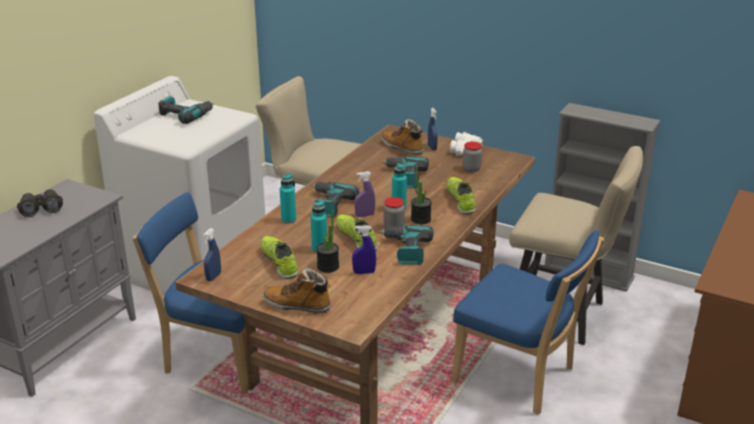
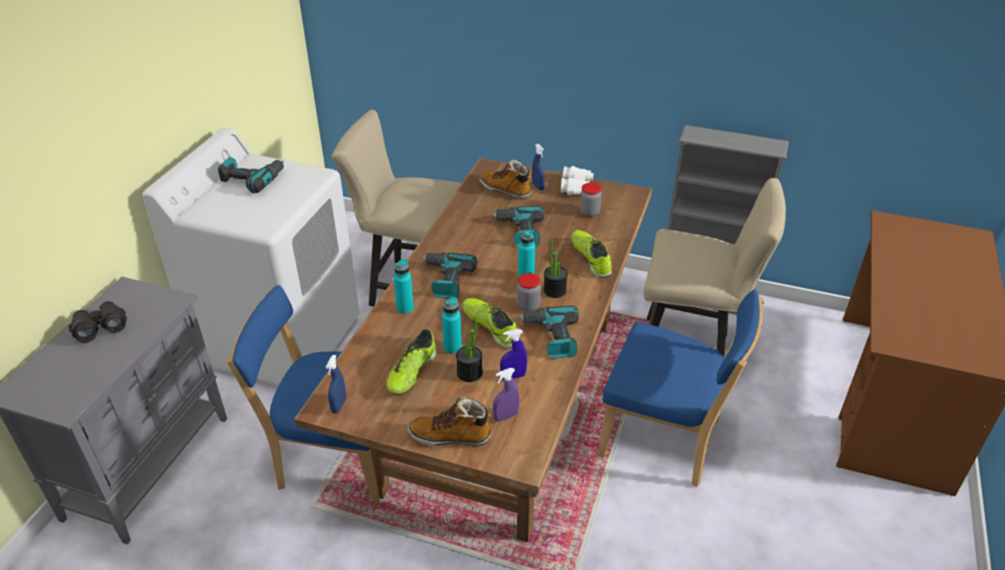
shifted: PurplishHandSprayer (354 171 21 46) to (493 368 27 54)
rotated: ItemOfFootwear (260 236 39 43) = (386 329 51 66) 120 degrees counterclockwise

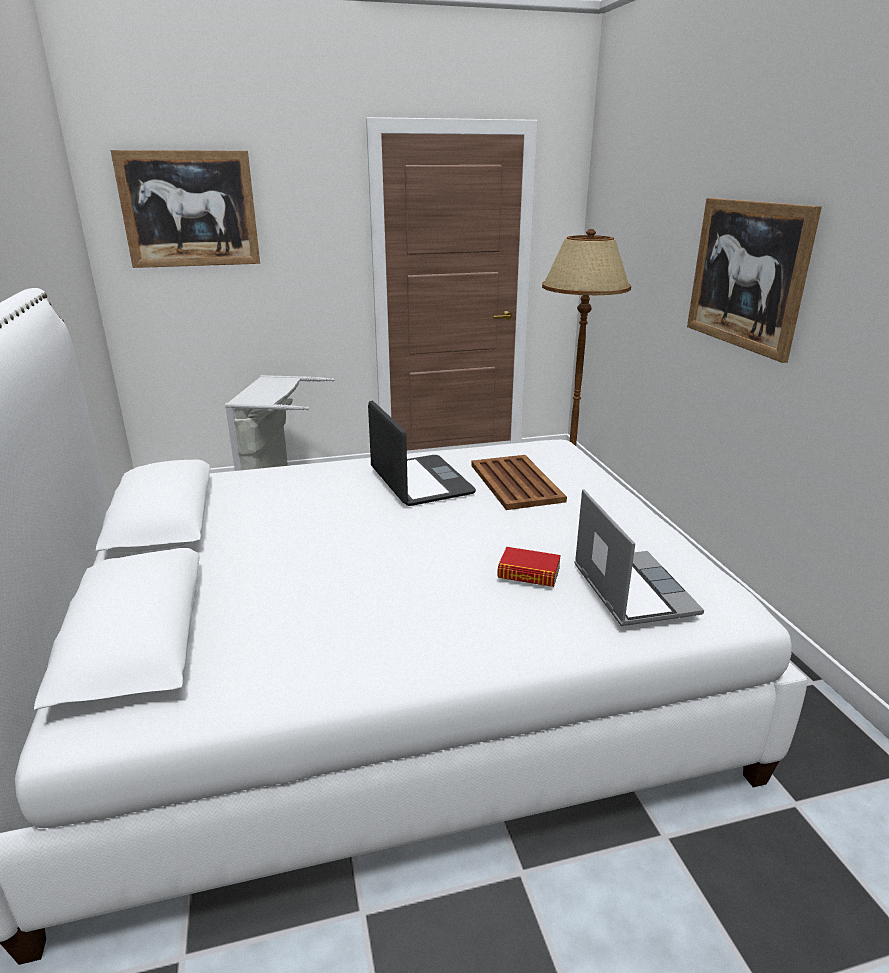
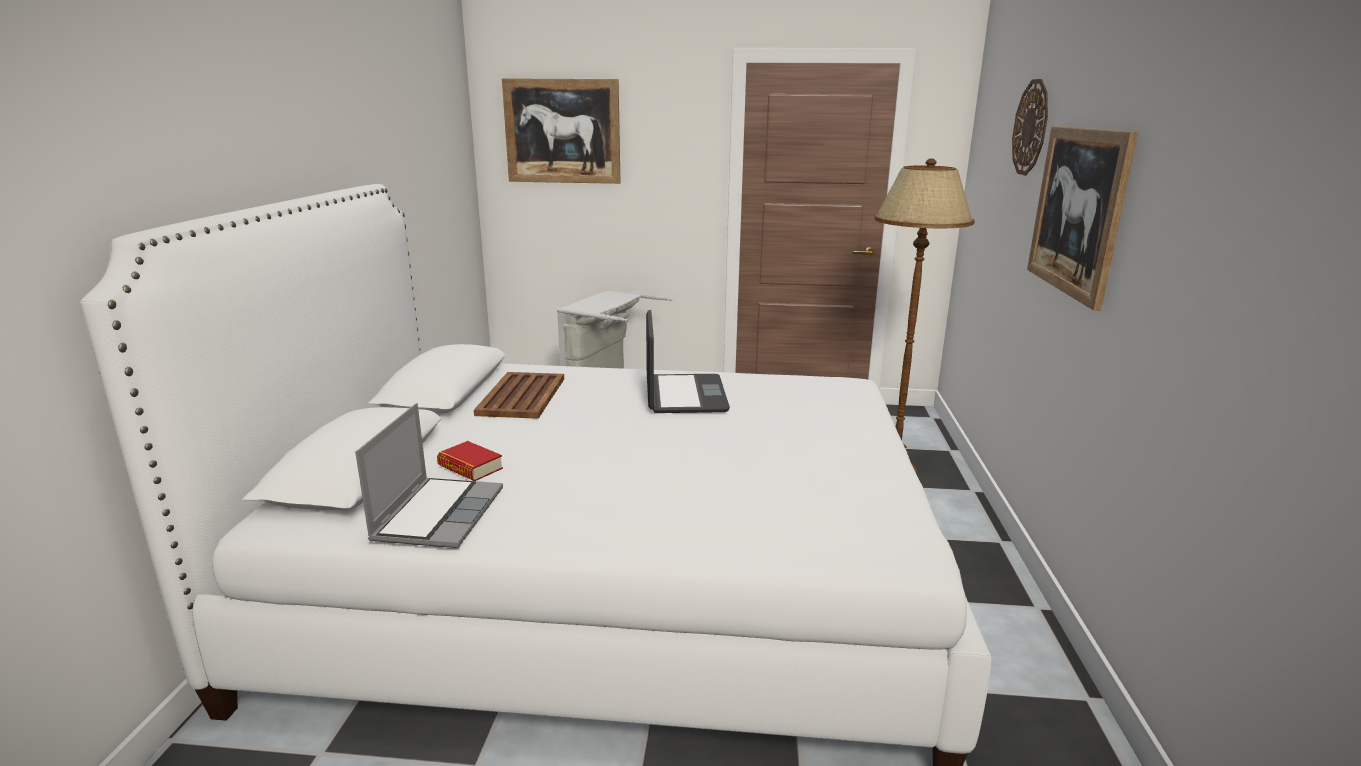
new: ClockOnTheWall (1012 79 36 97)
shifted: PortableComputer (574 489 130 137) to (355 403 148 145); Volume (497 547 64 40) to (437 441 66 40); BrownColouredCarryingTray (471 455 96 55) to (474 372 90 47)

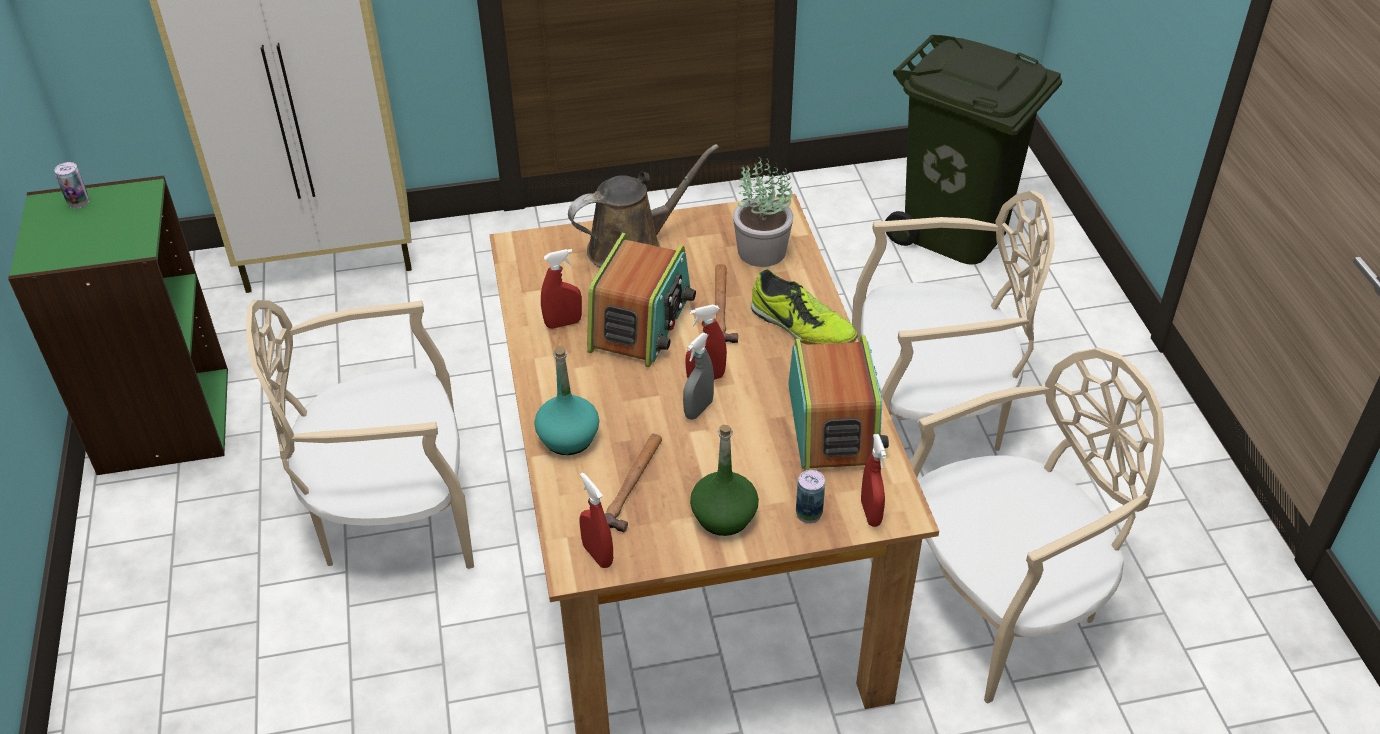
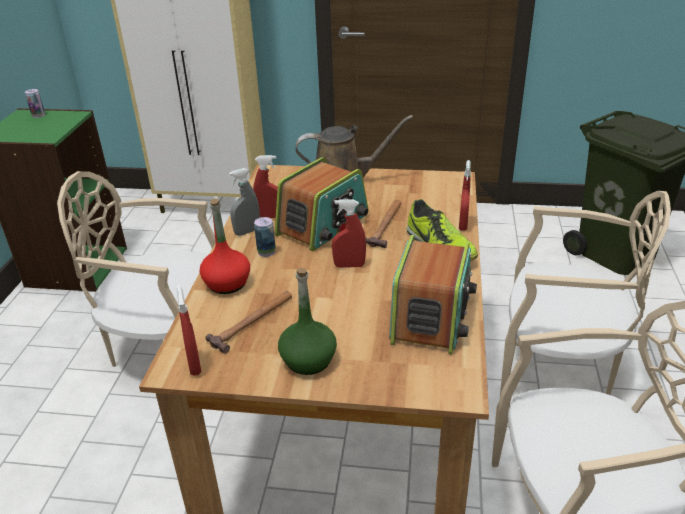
gone: PottedPlant (733 157 60 110)
shifted: GreyishHandSprayer (683 333 31 87) to (228 168 32 68); MetalCan (796 470 29 54) to (254 217 22 40); ReddishHandSprayer (861 434 25 93) to (459 160 12 71)
repainted: TurquoiseBeverageBottle (534 346 65 109) to ReddishBeverageBottle (200 199 50 95)

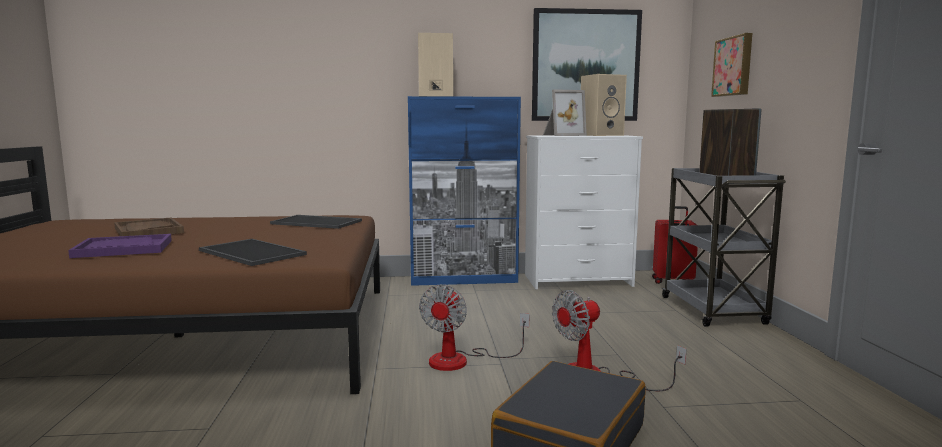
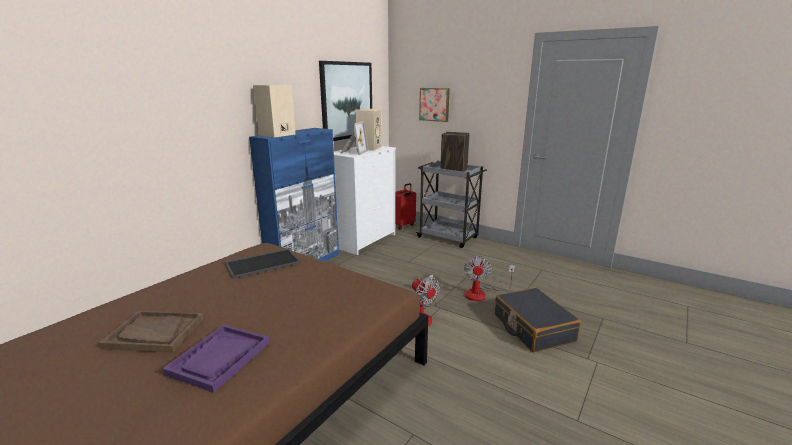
gone: CarryingTray (199 239 108 27)

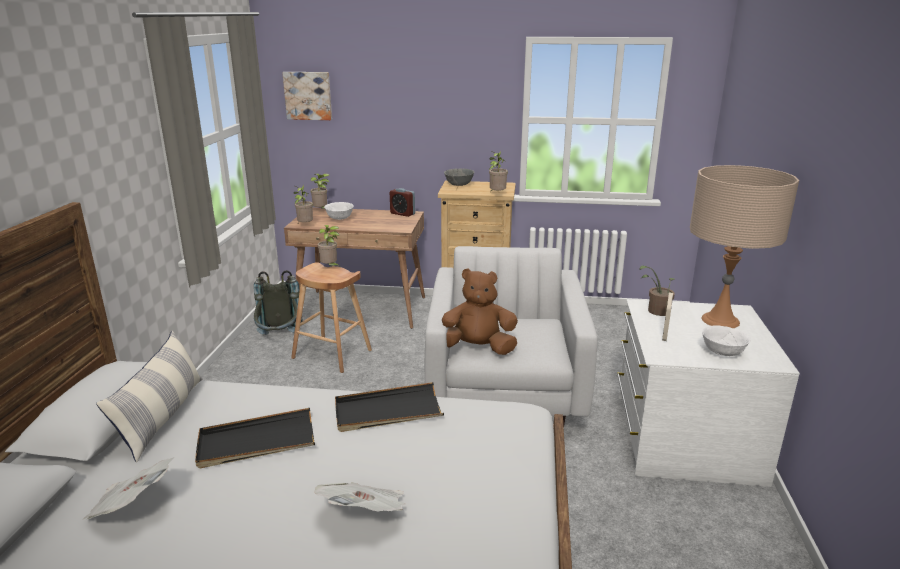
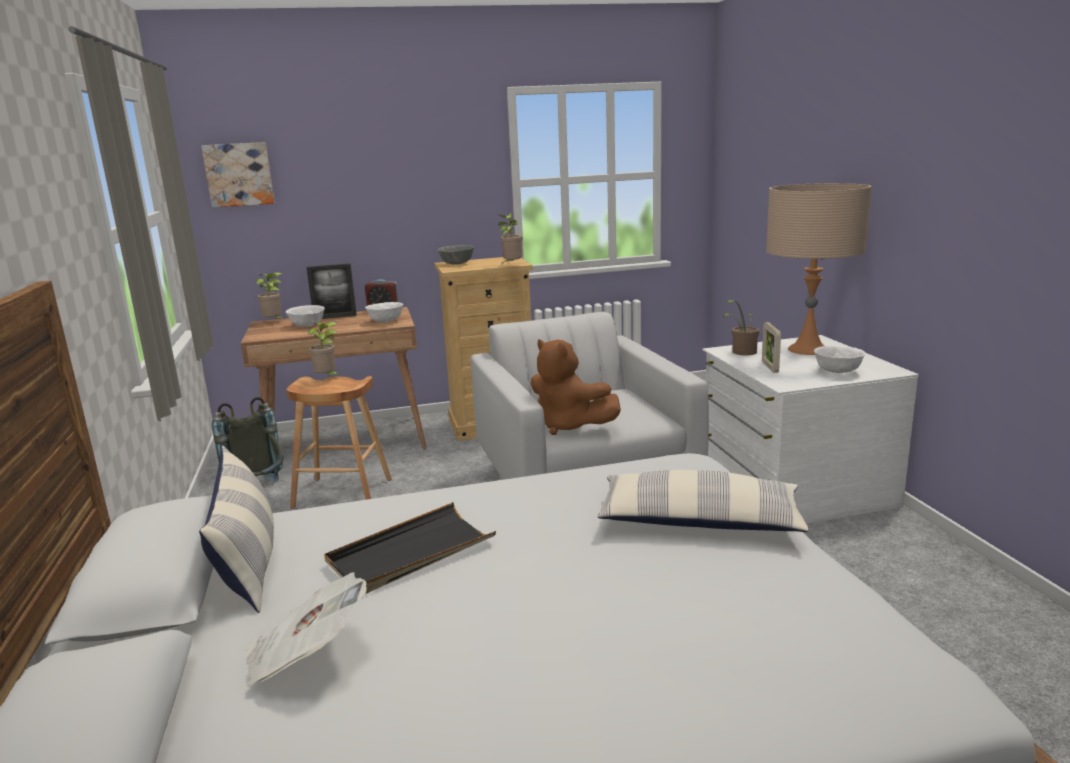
gone: PottedPlant (294 184 19 39); DailyPaper (314 482 91 29); BlackishCarryingTray (335 382 109 50)
new: PhotoFrame (306 263 51 56); WhiteBowl (365 302 38 20); Cushion (598 470 211 62)
rotated: BrownColouredPlushToy (442 268 76 87) = (531 339 90 96) 120 degrees counterclockwise

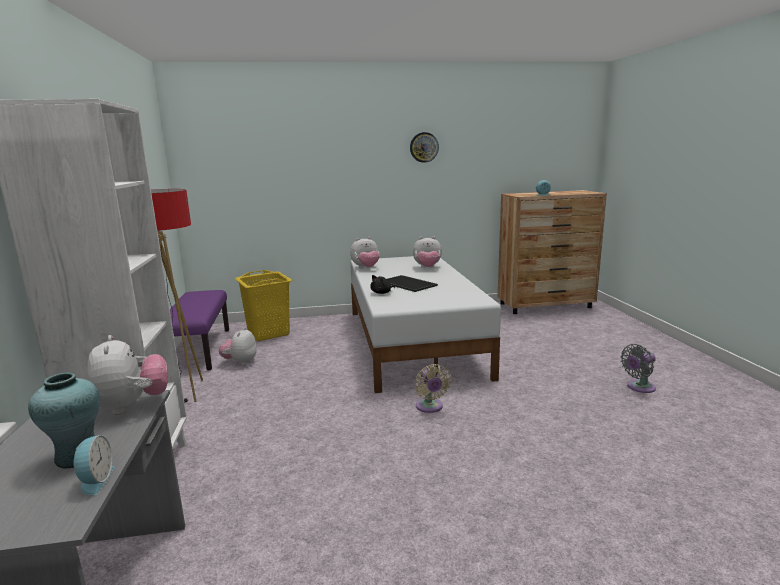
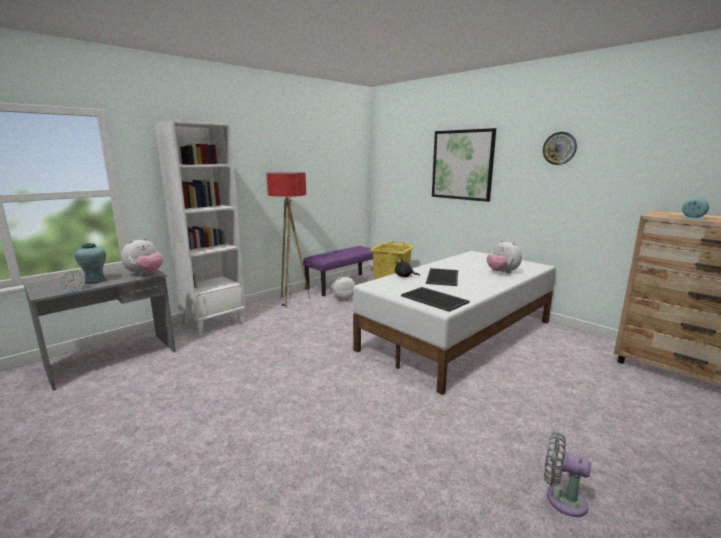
gone: PlushToy (350 237 30 31); SandColouredElectricFan (414 364 37 49)
new: CarryingTray (401 287 69 25); WallArt (432 128 64 74)

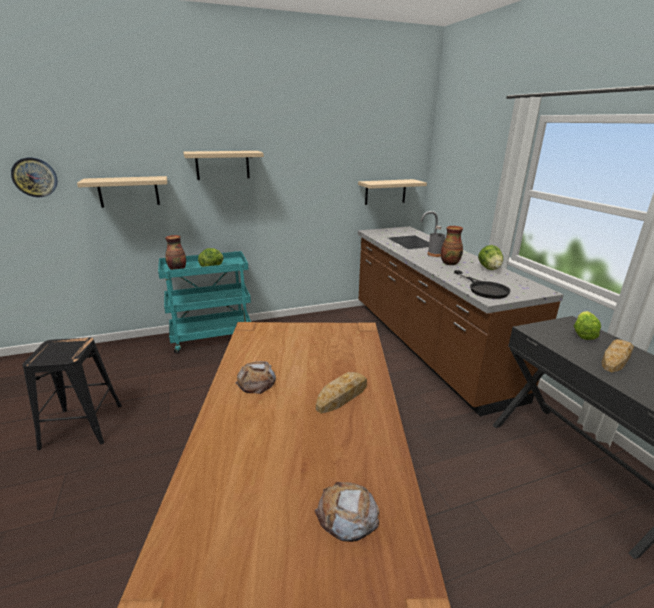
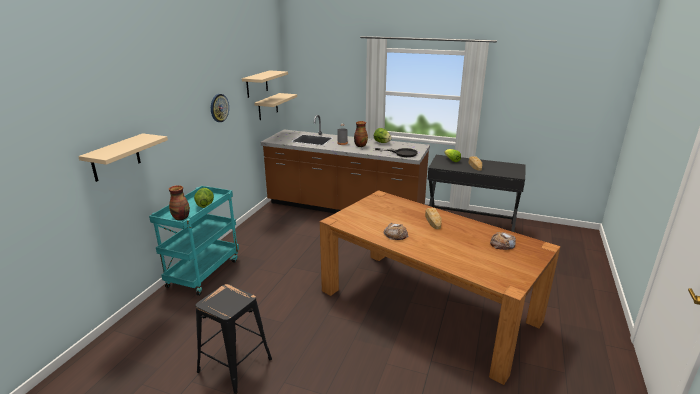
shifted: ClockOnTheWall (11 157 47 40) to (211 94 18 28); SandColouredWallShelf (183 151 81 29) to (242 70 46 28)

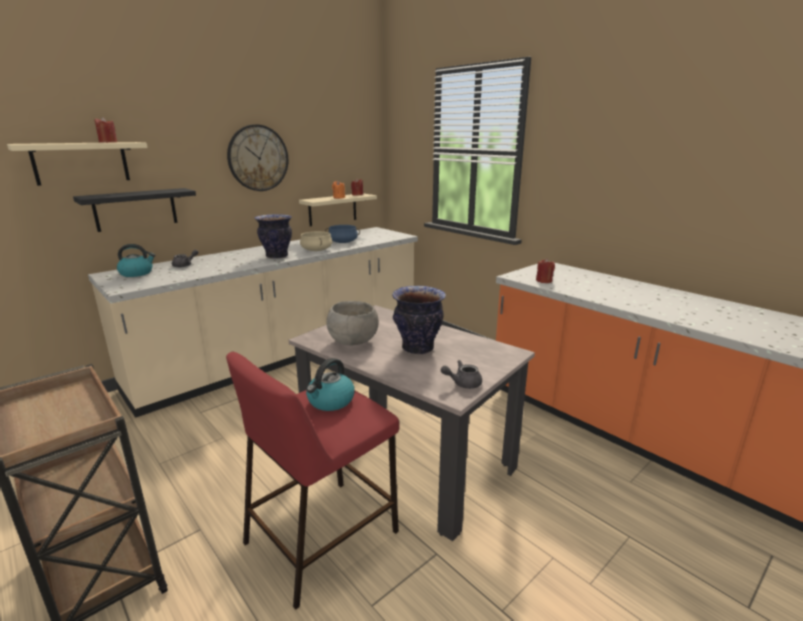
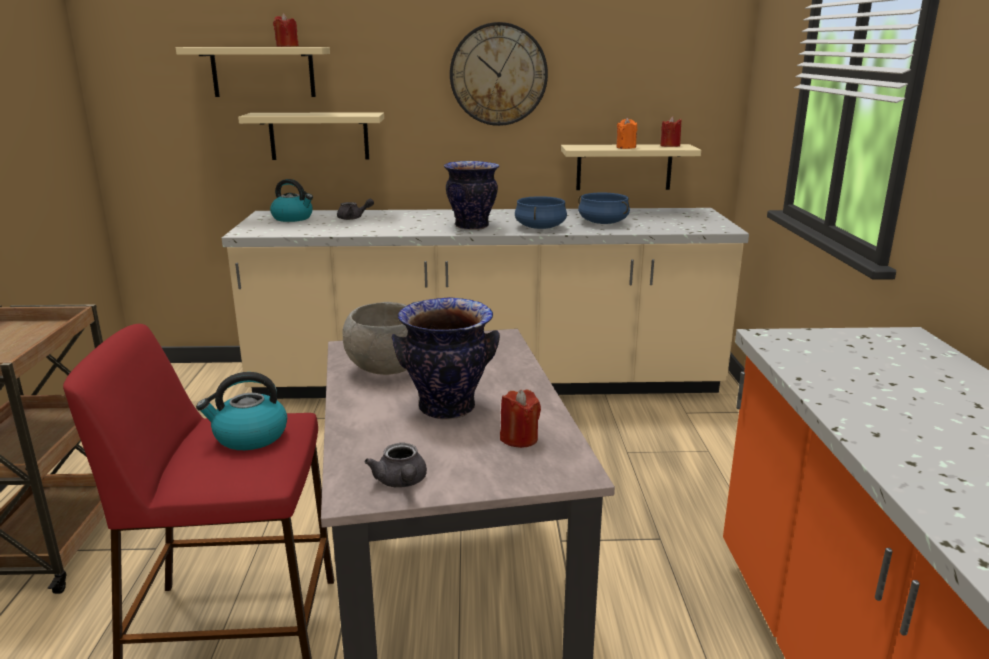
shifted: ReddishWaxCandle (536 258 19 25) to (500 390 41 58)
repainted: BlackishWallShelf (73 188 123 44) to SandColouredWallShelf (238 112 146 48); SandColouredStockpot (300 231 32 20) to BluishStockpot (515 196 52 33)
rotated: GreyishTeapot (441 360 41 29) = (365 443 62 44) 135 degrees counterclockwise

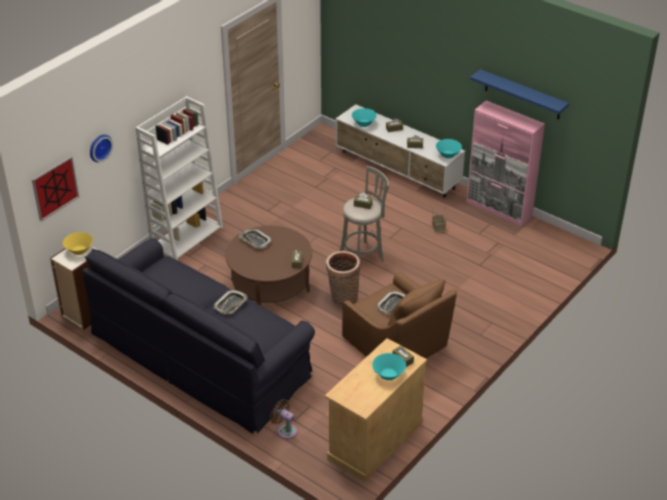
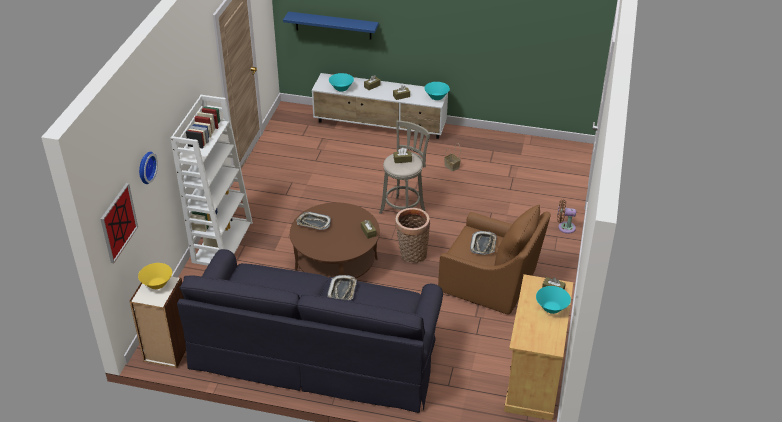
gone: PinkColouredCupboard (466 100 79 127)
shifted: BluishWallShelf (470 69 99 50) to (283 11 96 29); BrownColouredElectricFan (270 399 27 40) to (557 200 19 34)

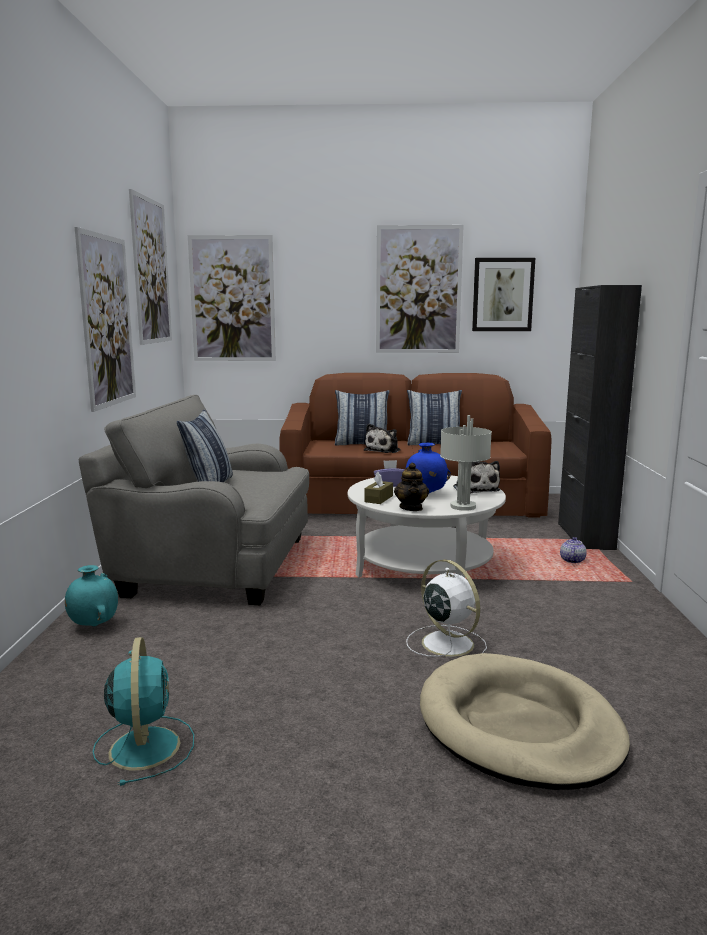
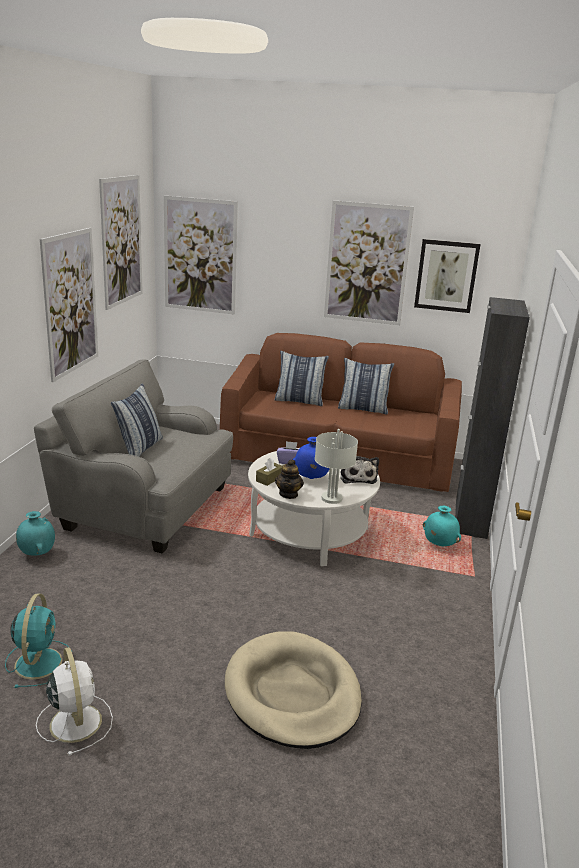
gone: PlushToy (364 423 37 30)
shifted: WhiteElectricFan (406 559 81 98) to (36 647 77 109)
swapped: Teapot (560 537 27 26) to TurquoiseDecorativeVase (423 506 38 40)

